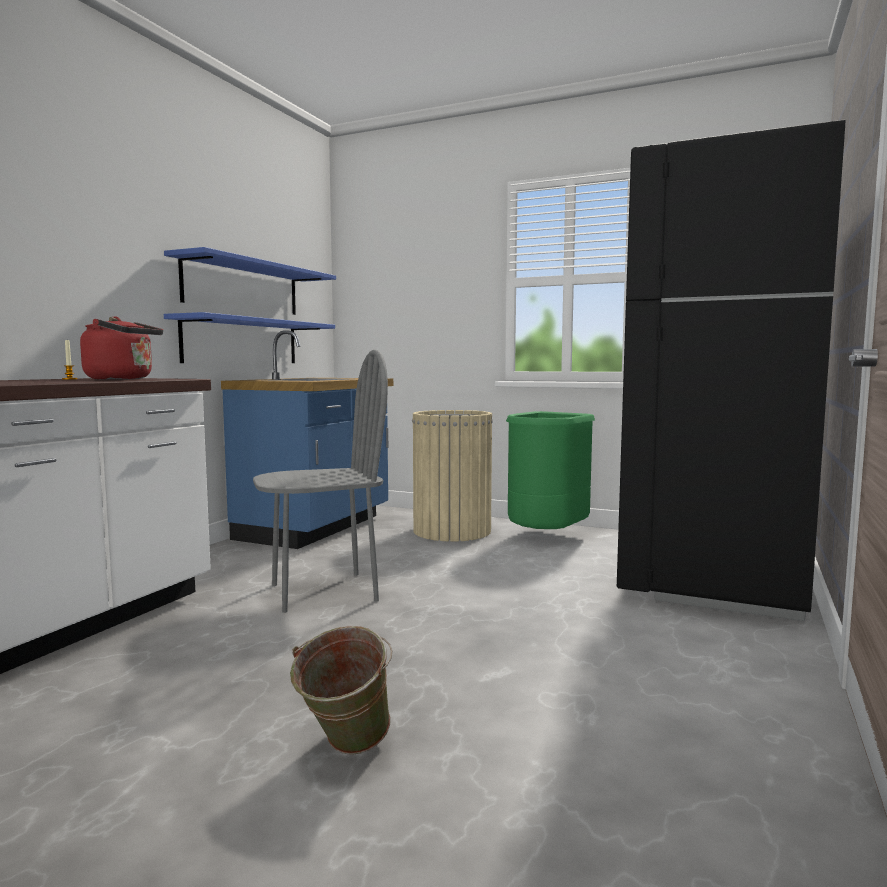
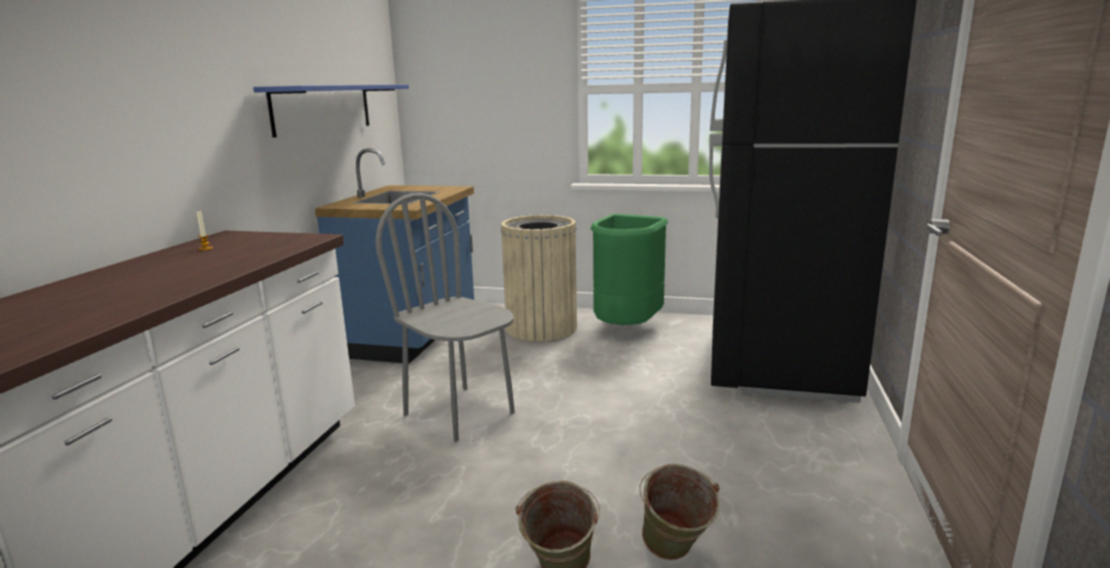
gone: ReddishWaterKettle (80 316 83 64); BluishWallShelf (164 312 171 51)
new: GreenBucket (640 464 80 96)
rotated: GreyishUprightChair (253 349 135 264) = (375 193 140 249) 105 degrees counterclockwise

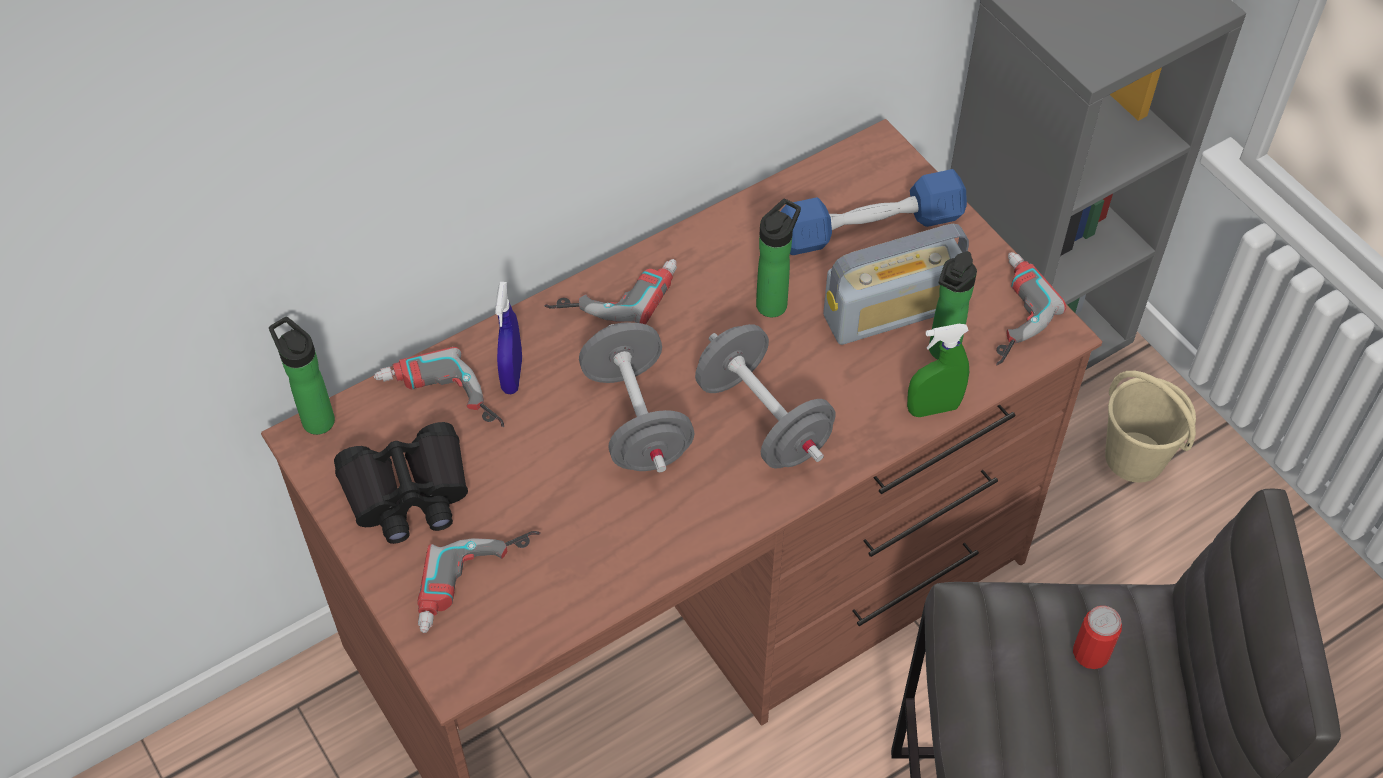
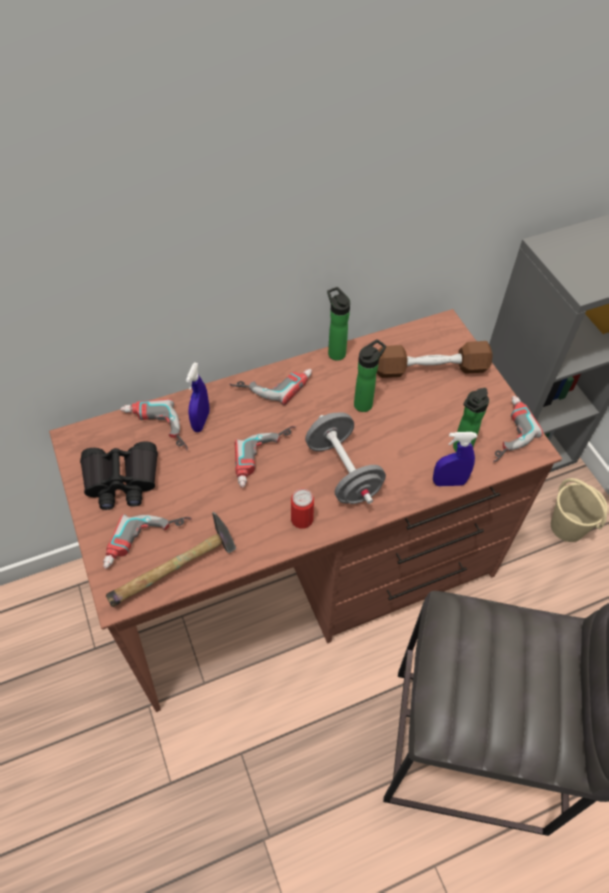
gone: RadioReceiver (823 224 146 121)
new: HandHammer (106 512 130 95)
shifted: MetalCan (1073 606 49 63) to (291 489 23 40); BeverageBottle (269 317 66 118) to (327 287 23 74)
swapped: GreyishHandWeight (579 322 116 150) to PowerDrill (235 426 61 62)
repainted: BluishHandWeight (780 169 187 86) to BrownColouredHandWeight (376 341 117 37); GreenHandSprayer (907 324 62 93) to BluishHandSprayer (433 432 44 54)

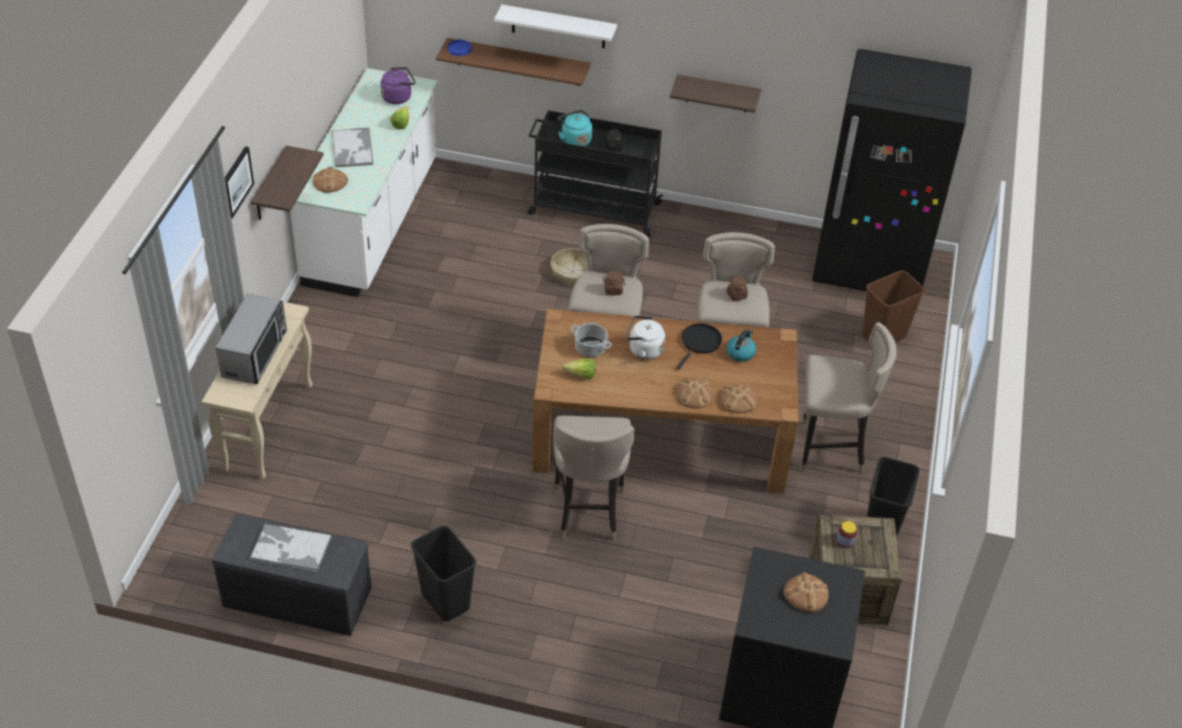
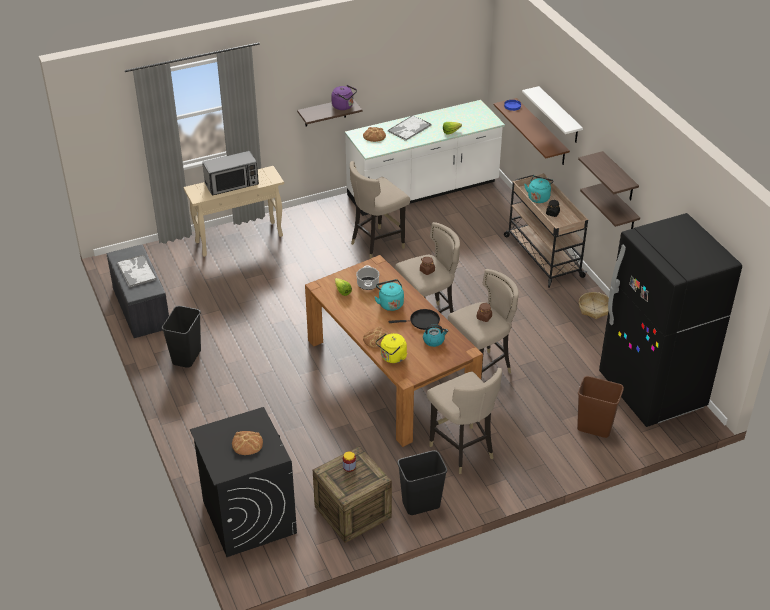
gone: WallArt (225 146 29 73)
new: WallShelf (578 151 61 50)
shifted: PurplishWaterKettle (380 67 35 37) to (331 85 26 25); SandColouredStool (553 416 81 125) to (350 161 60 98); Basket (551 248 37 37) to (579 292 30 27)
swapped: BakedBread (719 384 39 30) to YellowColouredWaterKettle (375 333 32 30)
repainted: WhiteWaterKettle (625 316 40 44) to TurquoiseWaterKettle (375 279 29 32); BlackishCart (528 110 135 127) to SandColouredCart (504 173 84 115)

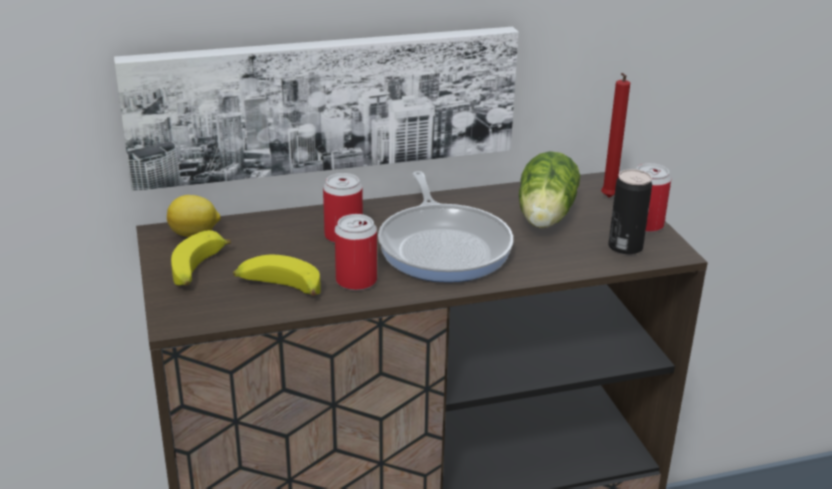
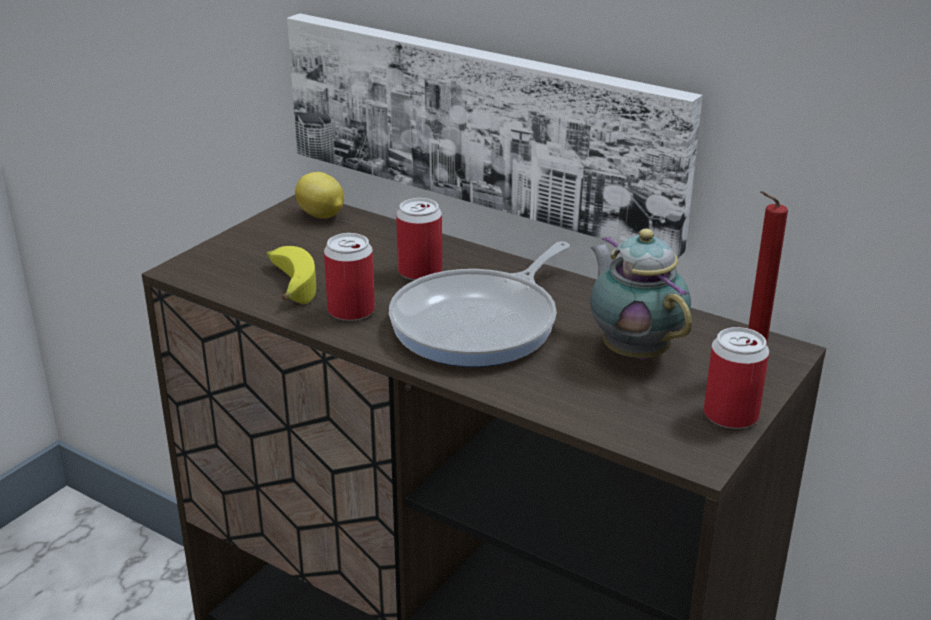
gone: Banana (171 230 60 56); MetalCan (608 169 44 86)
swapped: LettuceHead (519 151 61 77) to Teapot (590 229 102 131)

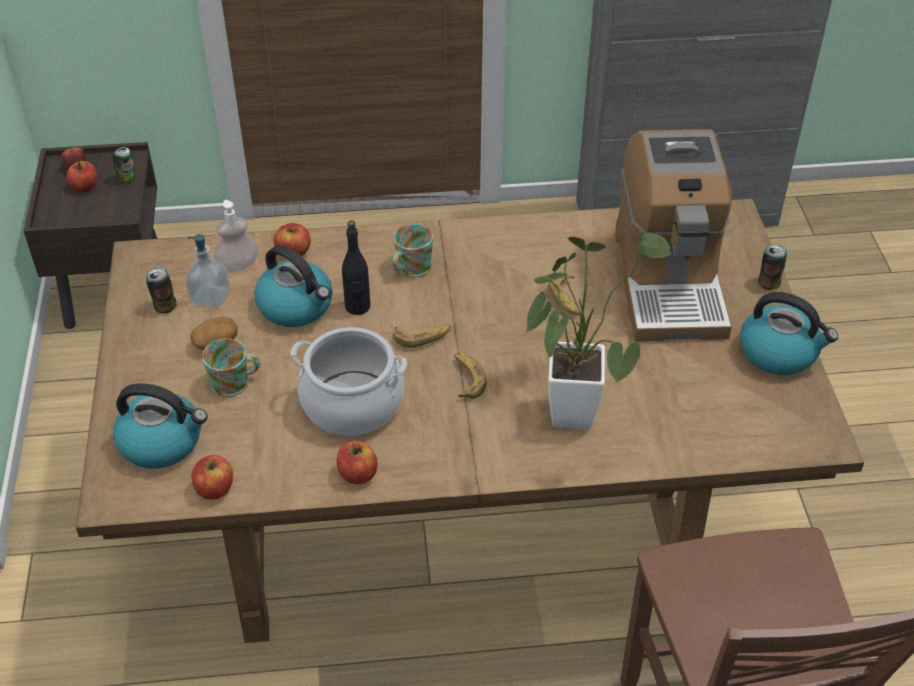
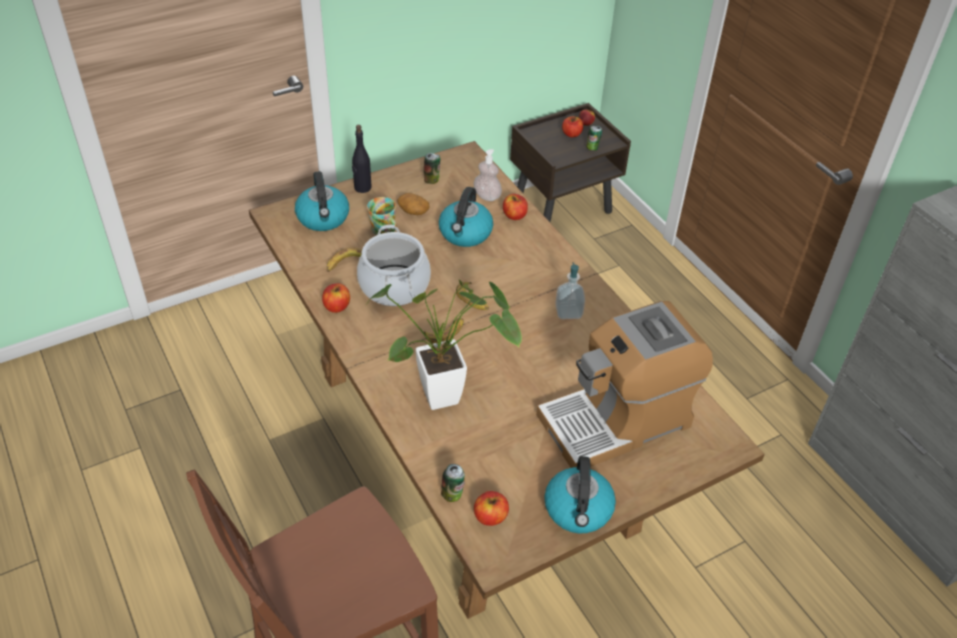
gone: CoffeeMug (391 224 42 54)
shifted: Banana (548 275 31 40) to (327 247 35 25); BlackishBeverageBottle (342 220 29 95) to (352 125 20 68); MetalCan (758 245 29 45) to (441 464 24 38); WholeApple (191 455 42 45) to (474 491 35 35); SoapDispenser (186 234 44 74) to (555 262 30 57)

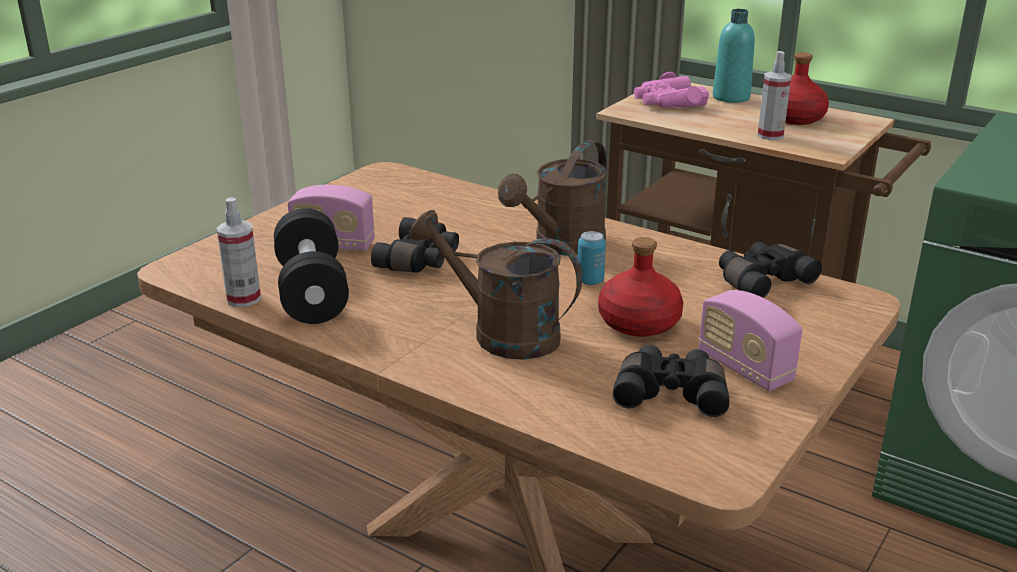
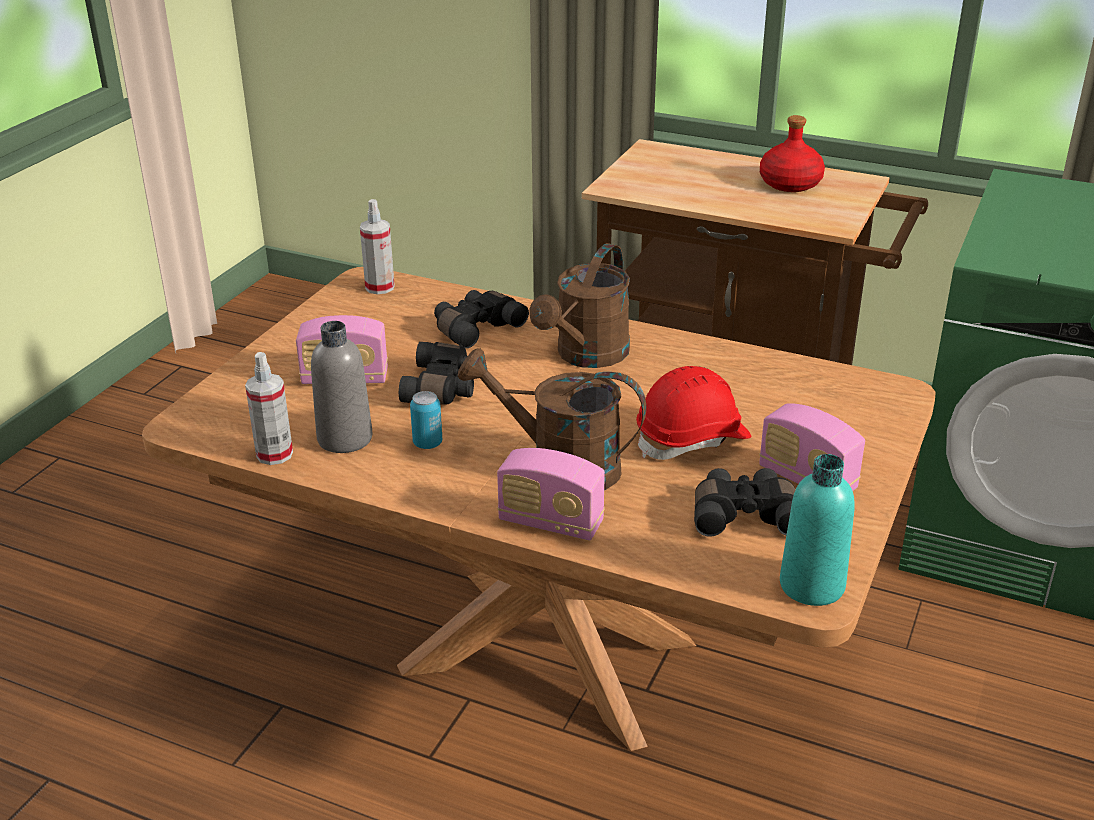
gone: PinkColouredFieldGlasses (634 72 75 36)
new: RadioReceiver (497 448 108 92)
shifted: HandSprayer (758 51 33 89) to (360 199 35 95); MetalCan (578 231 28 54) to (410 391 32 58); BlackishFieldGlasses (719 242 103 56) to (434 290 95 58); TurquoiseBeverageBottle (713 9 42 94) to (780 454 75 152)
swapped: BlackishHandWeight (274 208 75 116) to GreyishBeverageBottle (311 321 62 132); ReddishBeverageBottle (598 237 86 100) to ReddishWorkHelmet (636 366 115 94)

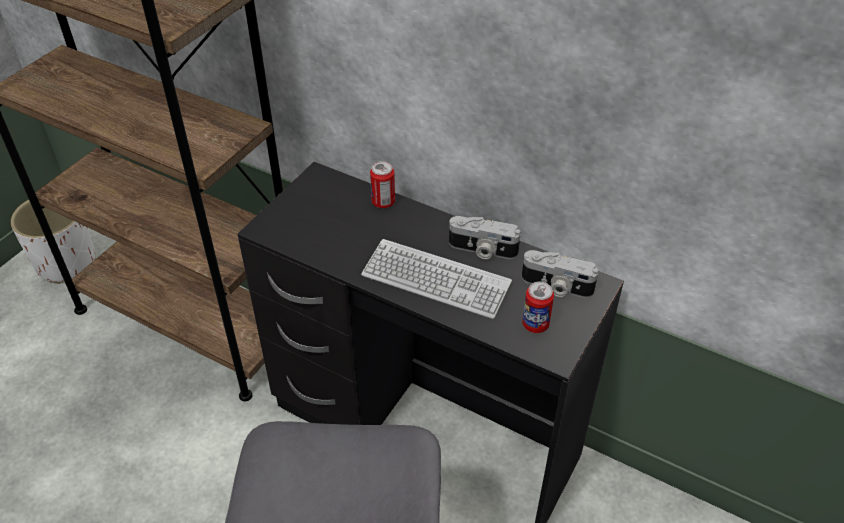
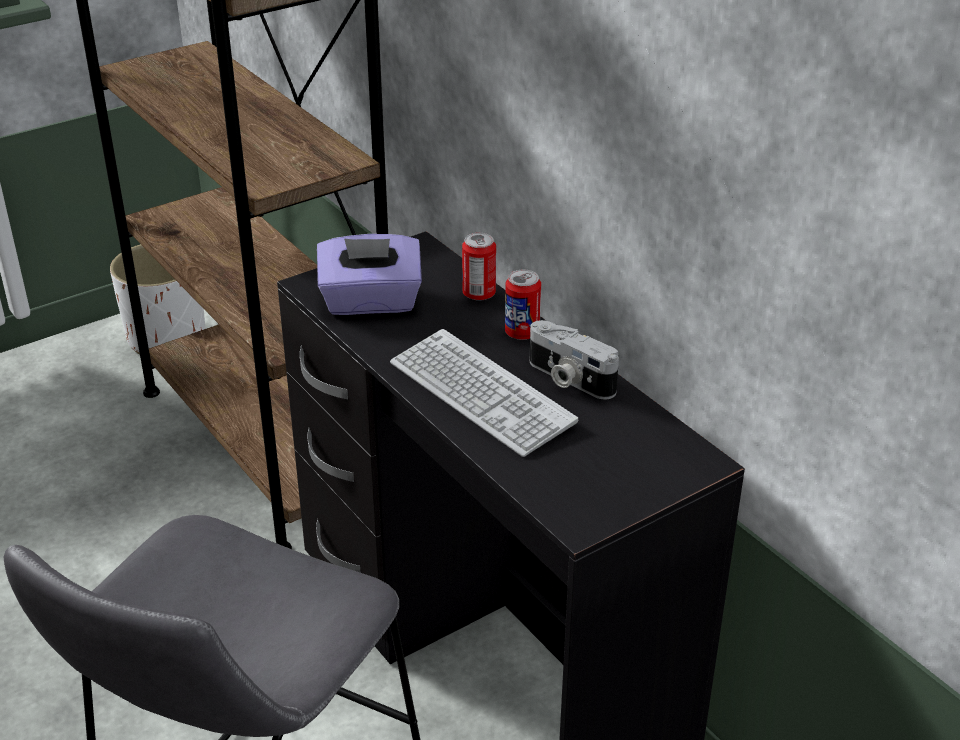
gone: PhotoCamera (522 250 77 48)
new: PurplishTissueHolder (317 234 105 81)
shifted: MetalCan (522 282 32 51) to (505 270 36 70)

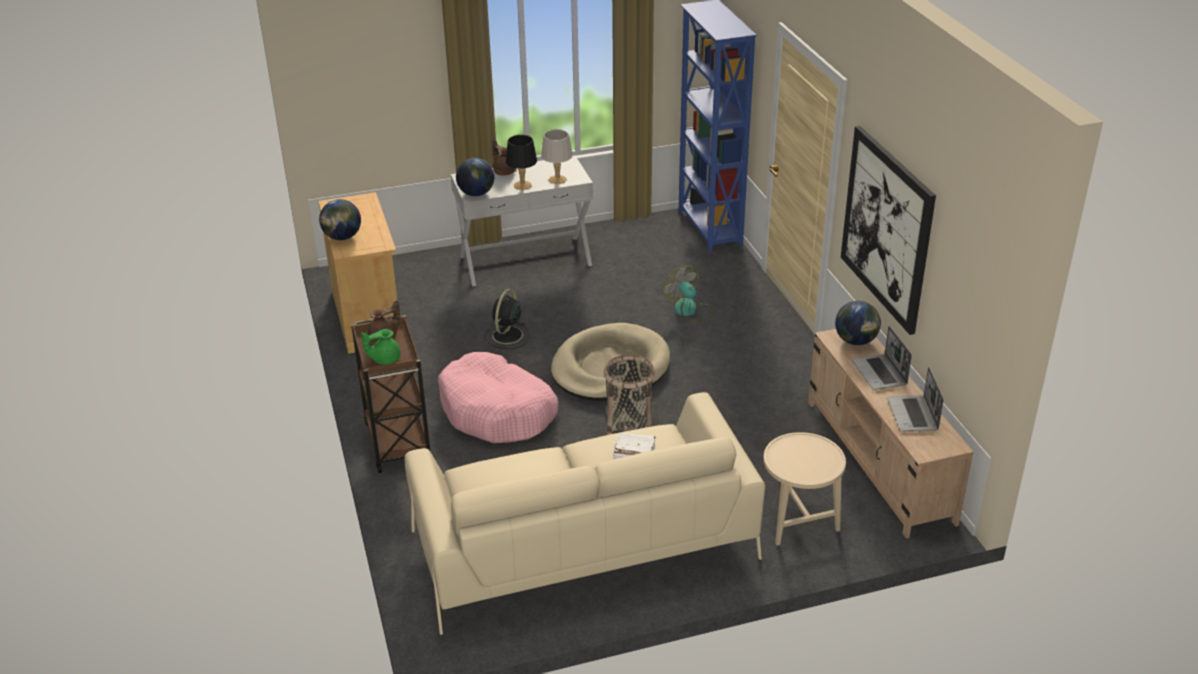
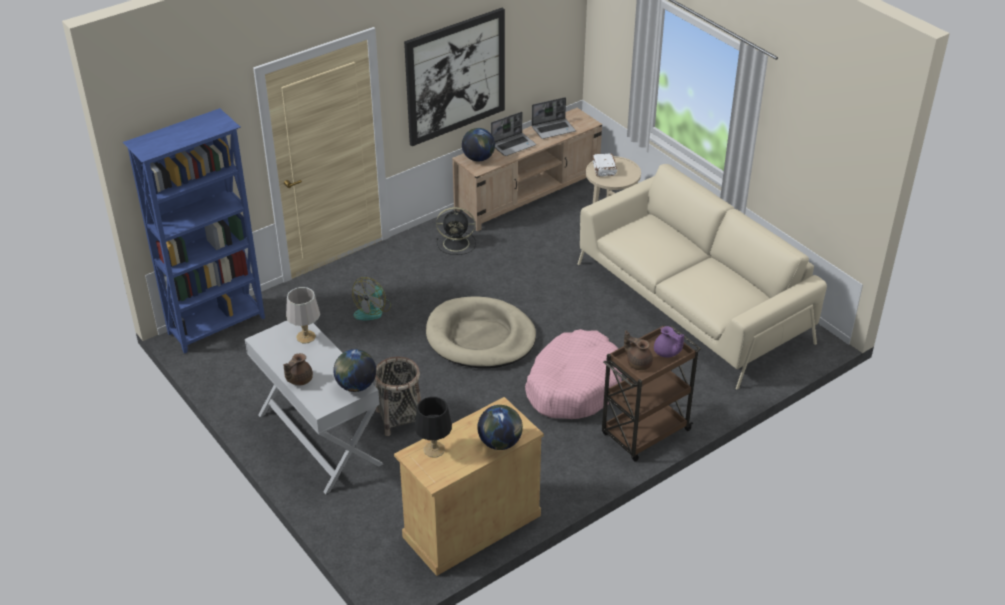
shifted: Basket (604 354 51 81) to (374 357 47 79); BlackishTableLamp (506 135 31 55) to (415 397 37 61); BlackishElectricFan (485 288 44 61) to (436 207 40 48); WhiteVolume (613 432 43 27) to (592 153 25 24)
repainted: GreenTeapot (362 329 38 35) to PurplishTeapot (654 326 30 32)

